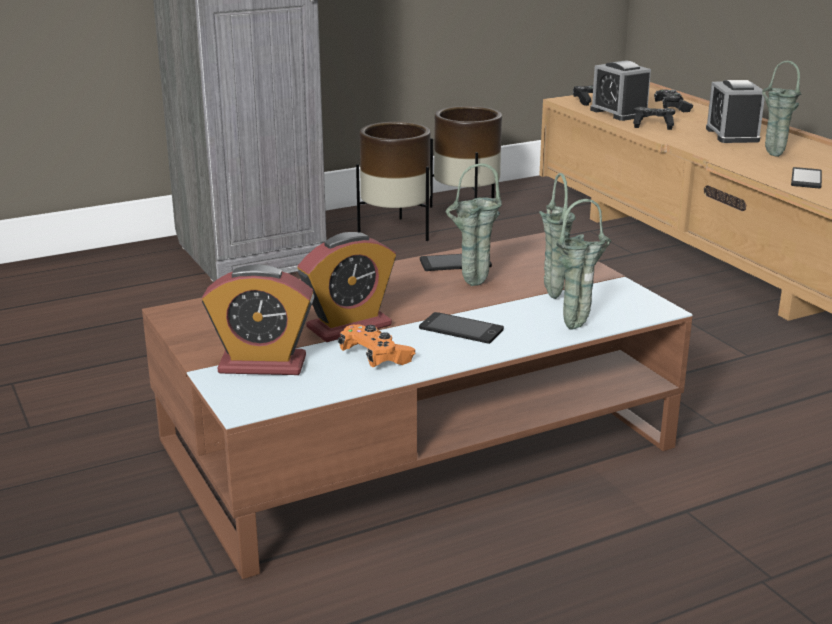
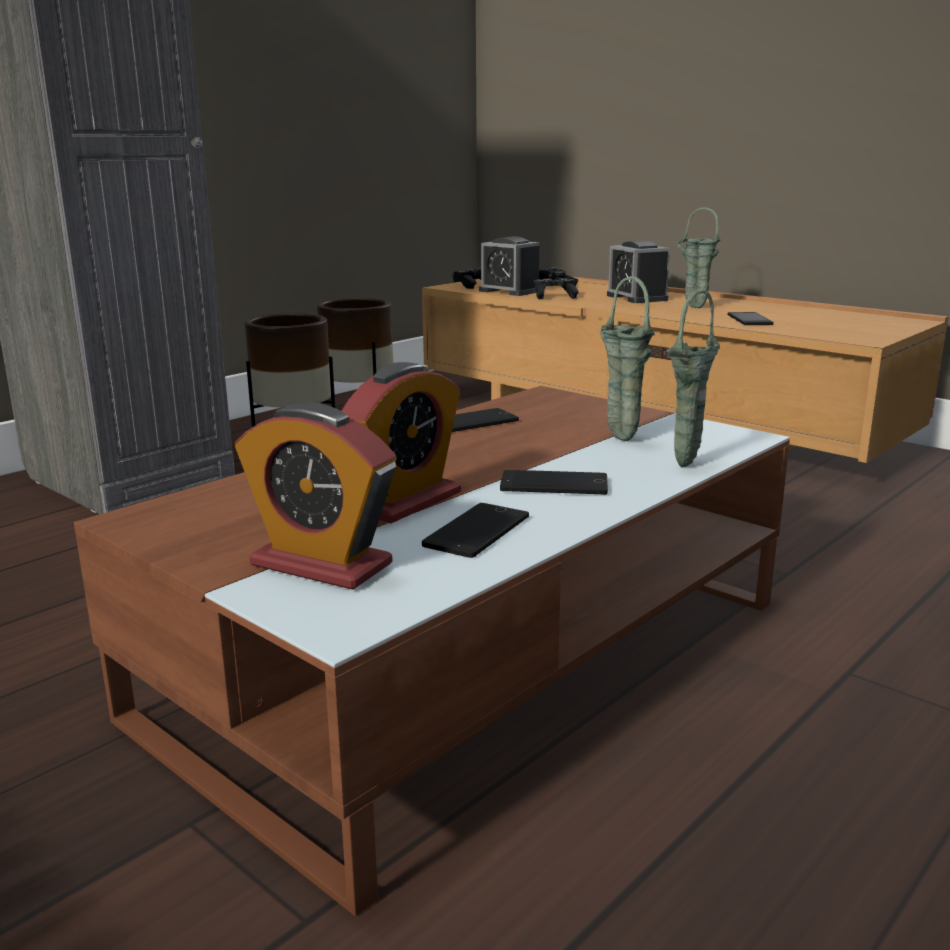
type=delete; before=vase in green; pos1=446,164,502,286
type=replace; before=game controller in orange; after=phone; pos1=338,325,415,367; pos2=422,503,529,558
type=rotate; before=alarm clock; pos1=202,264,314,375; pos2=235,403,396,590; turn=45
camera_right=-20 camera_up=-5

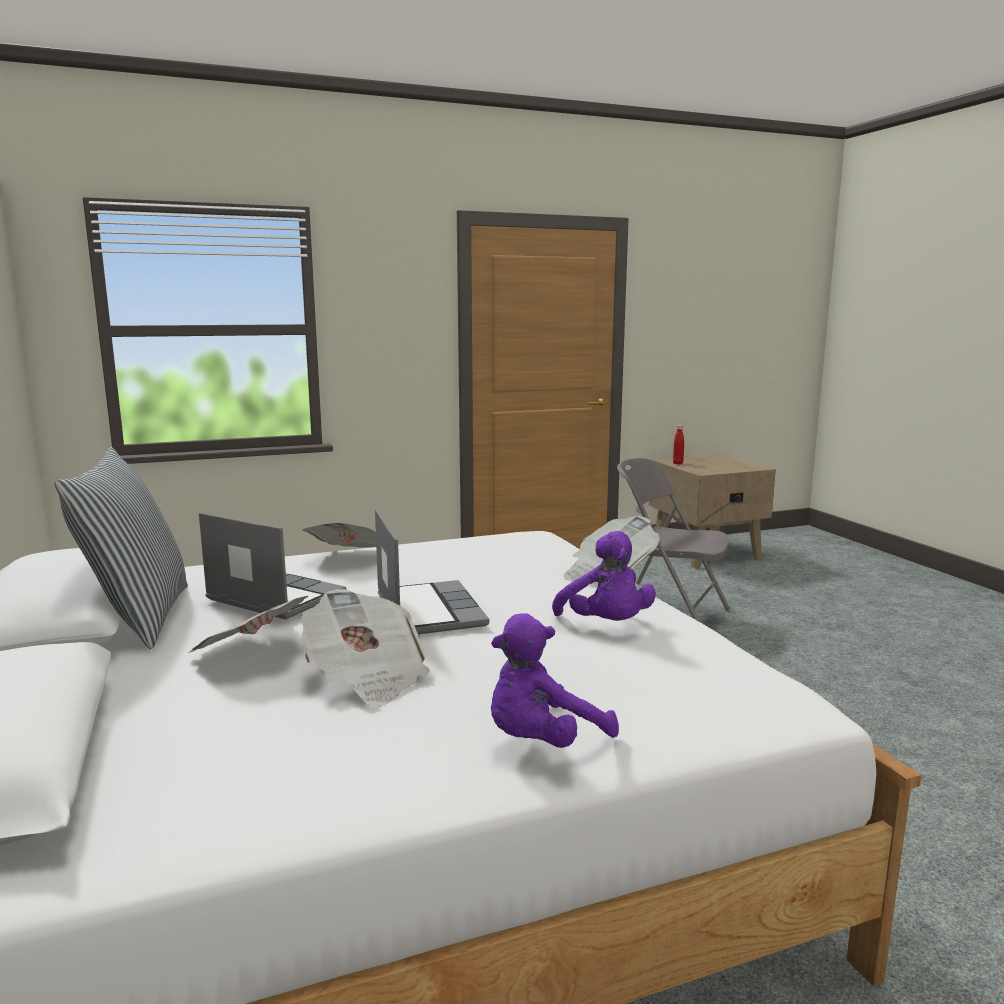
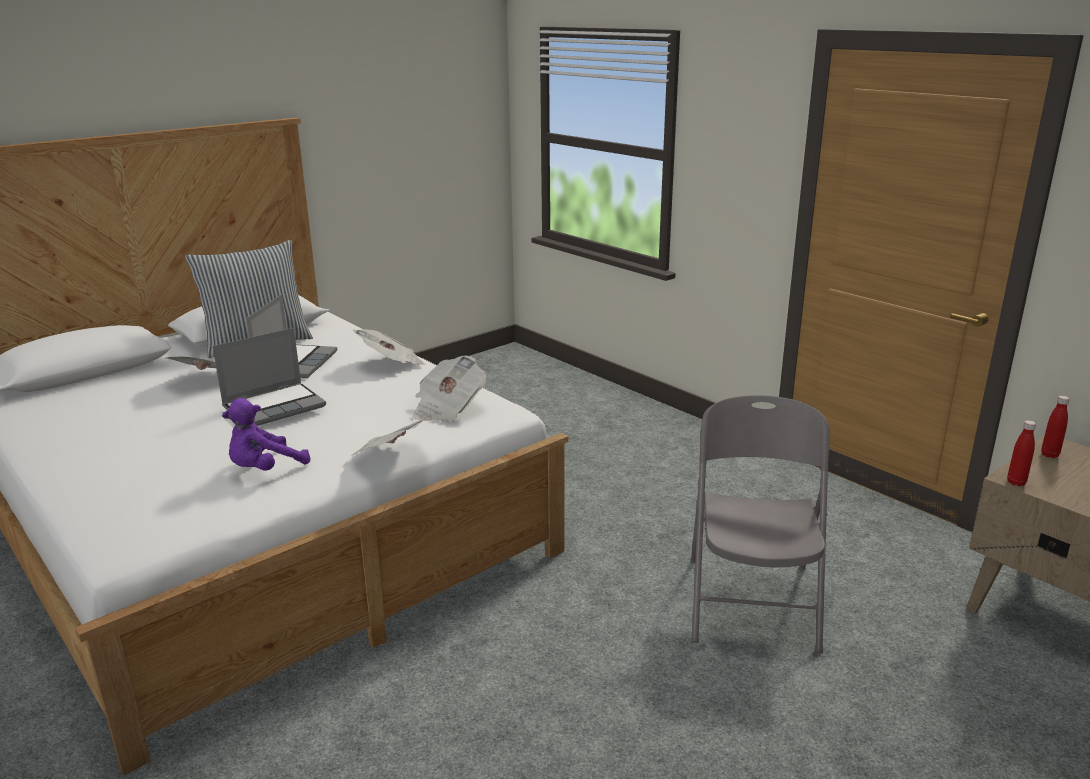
type=delete; before=plush toy in purple; pos1=491,613,619,748
type=insert; after=bottle in red; pos2=1007,420,1036,486
type=move; before=newspaper; pos1=301,589,430,707; pos2=412,356,486,421
camera_right=70 camera_up=10

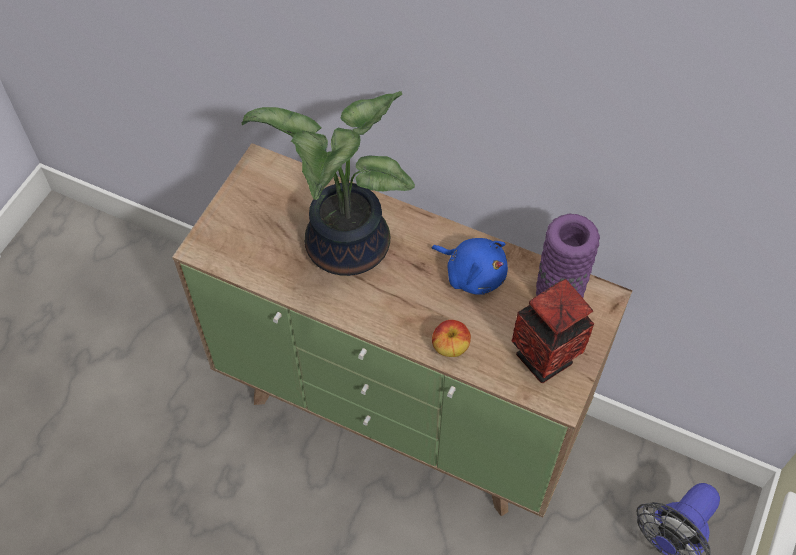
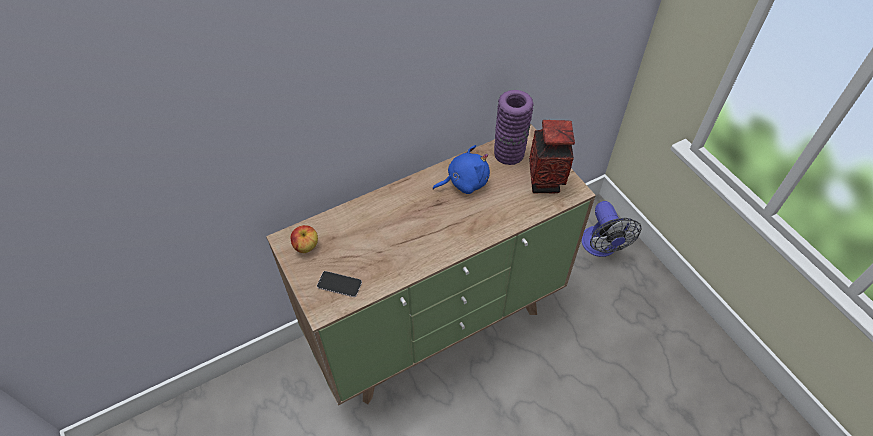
type=delete; before=potted plant; pos1=241,91,415,276
type=insert; after=phone; pos2=317,271,362,297
type=move; before=apple; pos1=432,320,471,357; pos2=290,225,318,253
camera_right=-55 camera_up=-5

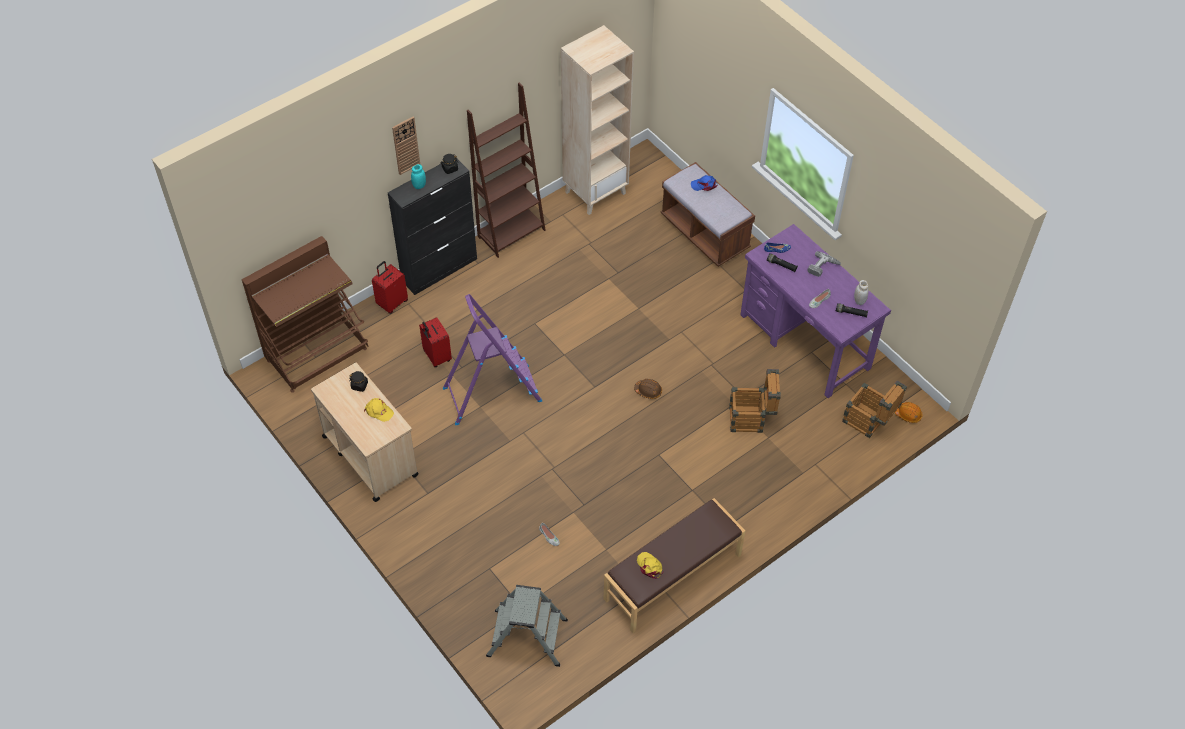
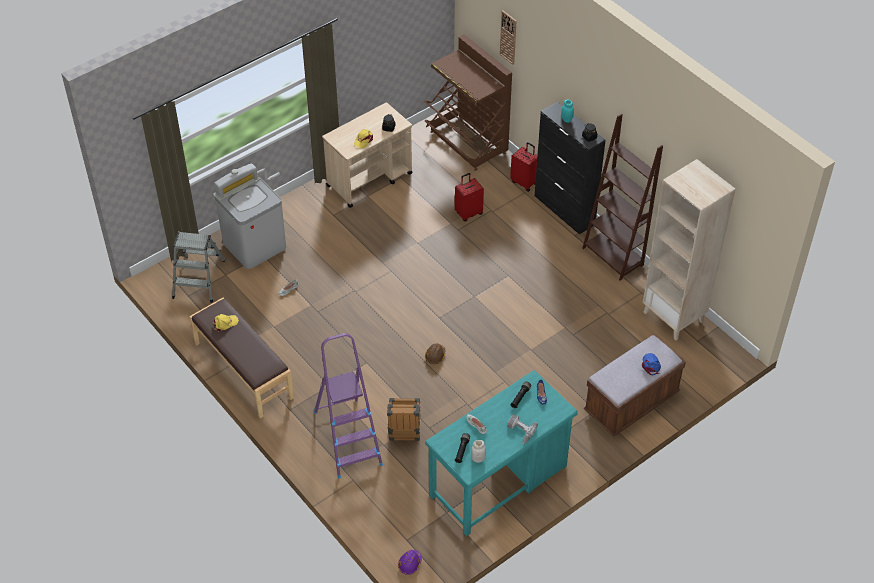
type=delete; before=crate; pos1=842,380,907,438
type=insert; after=washing machine in grey; pos2=213,163,286,269
type=move; before=wall clock; pos1=392,116,420,175; pos2=500,10,517,65
type=move; before=step ladder in purple; pos1=443,294,542,425; pos2=314,333,383,479
type=recolor; before=desk in purple; after=desk in turquoise; pos1=740,224,891,398; pos2=425,370,578,536
type=recolor; before=hard hat in orange; after=hard hat in purple; pos1=895,402,923,423; pos2=398,550,422,575
camera_right=90 camera_up=-5

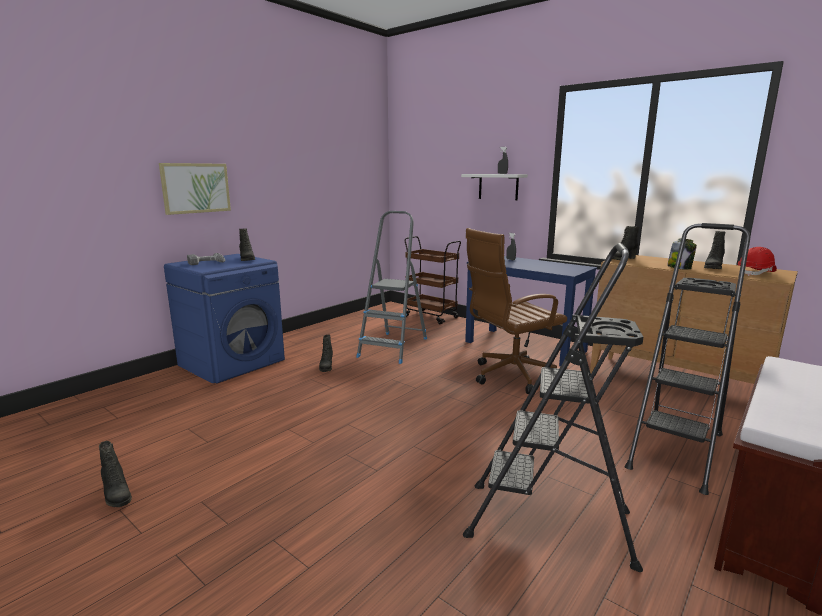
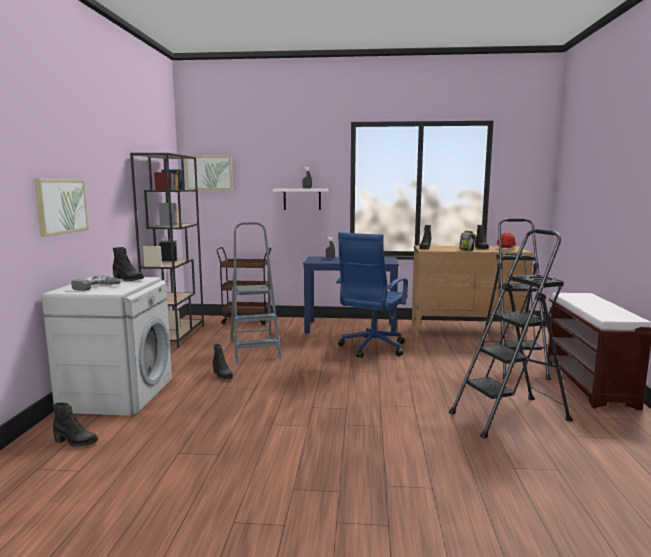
type=insert; after=bookcase; pos2=130,153,204,348
type=insert; after=picture; pos2=185,156,233,190
type=move; before=boot in black; pos1=99,441,132,507; pos2=53,402,98,447
type=recolor; before=washing machine in blue; after=washing machine in white; pos1=164,254,285,383; pos2=42,277,172,416
type=recolor; before=office chair in brown; after=office chair in blue; pos1=466,228,567,394; pos2=336,232,408,358
camera_right=-35 camera_up=-5

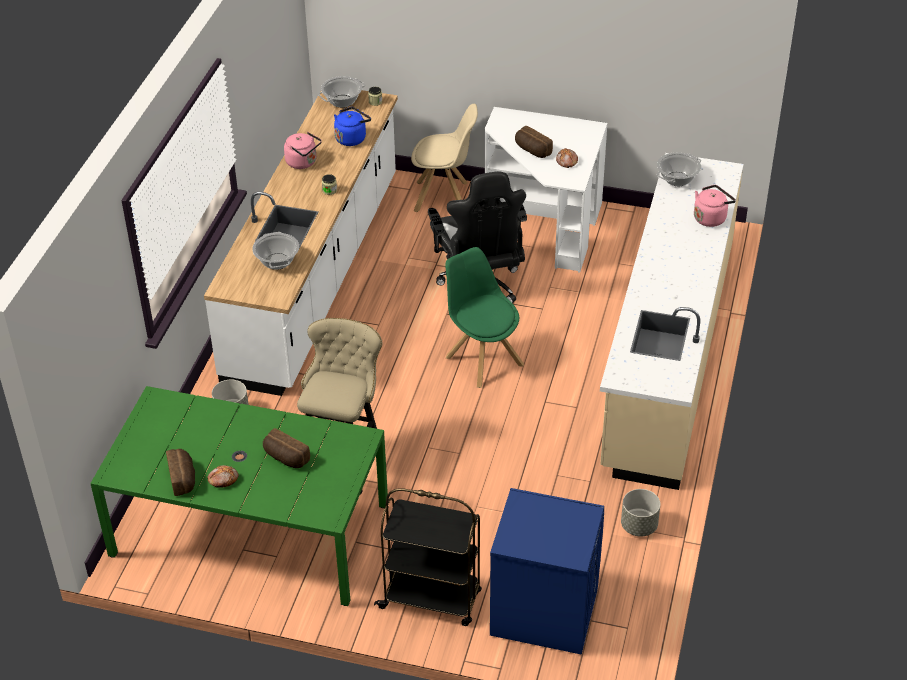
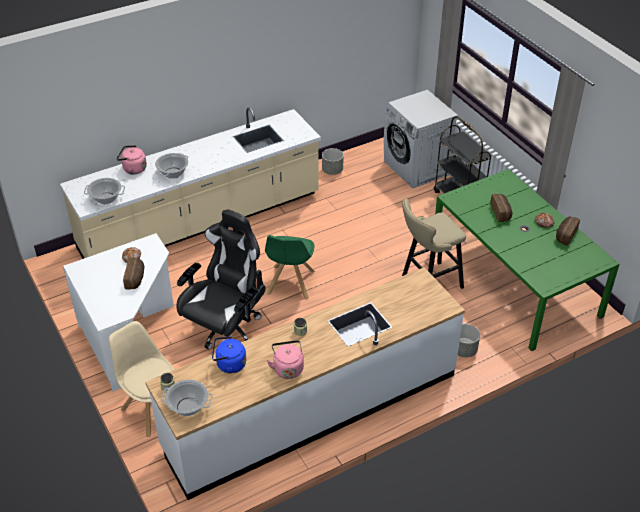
type=move; before=cooking pot; pos1=252,232,299,270; pos2=155,153,188,179
type=recolor; before=washing machine in blue; after=washing machine in white; pos1=490,488,604,655; pos2=384,90,458,188
camera_right=-135 camera_up=0

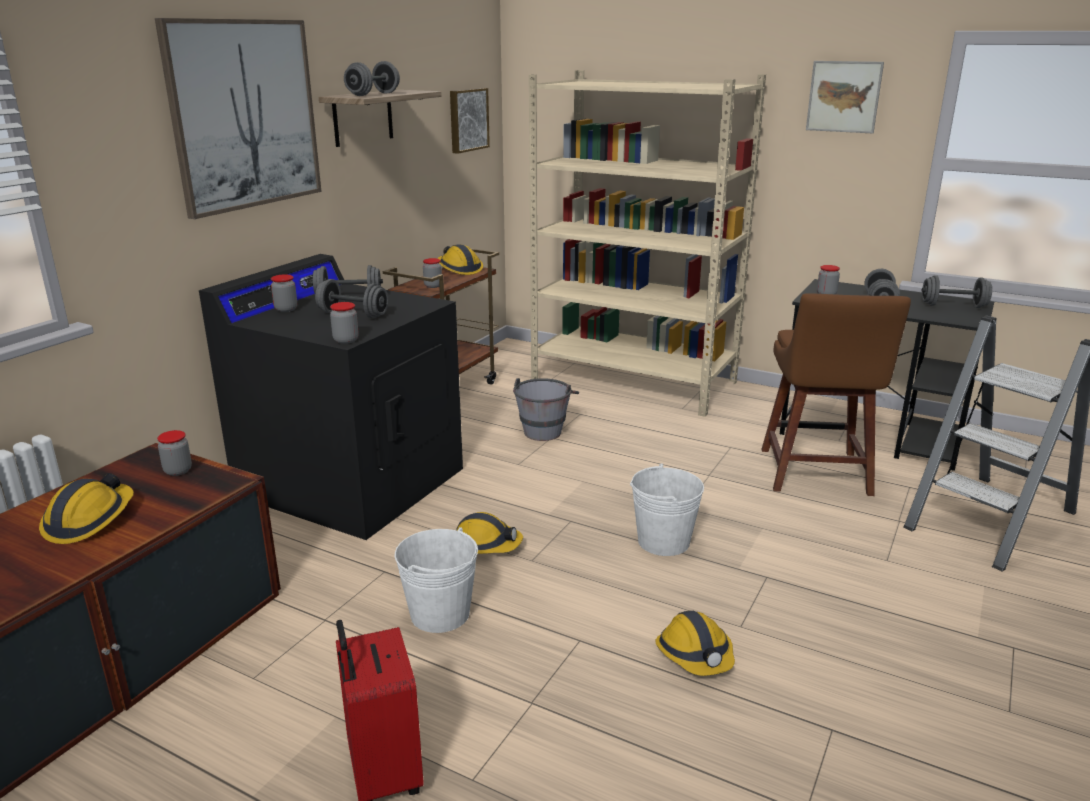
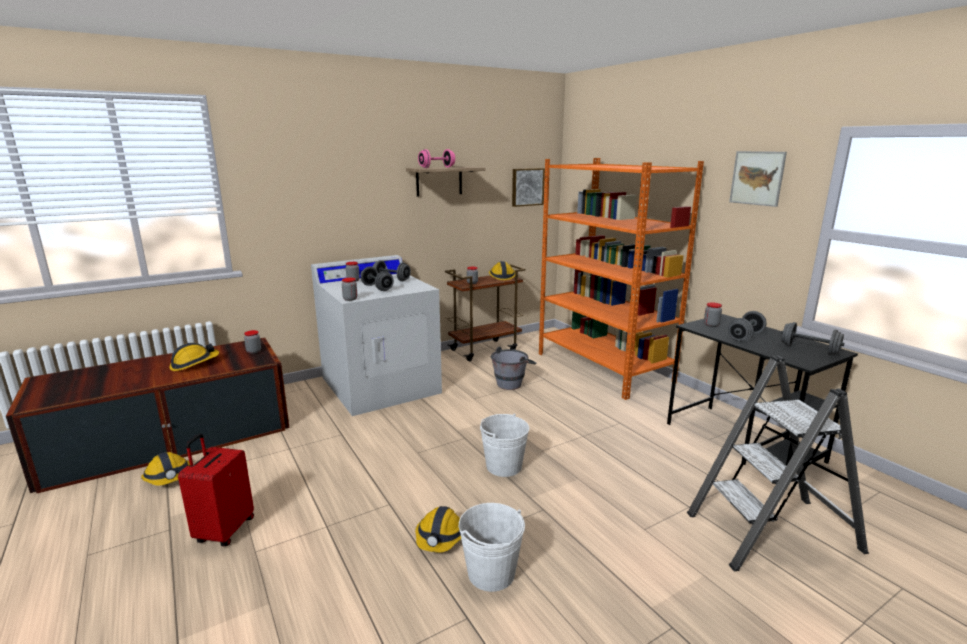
type=delete; before=picture; pos1=155,18,322,219
type=delete; before=stool in brown; pos1=761,293,911,496
type=move; before=bucket in white; pos1=395,527,478,633; pos2=459,503,525,592
type=move; before=hard hat; pos1=456,512,523,554; pos2=141,452,190,486
type=recolor; before=washing machine in black; after=washing machine in white; pos1=199,254,463,540; pos2=311,255,442,416
type=recolor; before=dumbbell in grey; after=dumbbell in pink; pos1=344,61,400,96; pos2=418,149,455,168
type=recolor; before=bookcase in beige; after=bookcase in orange; pos1=529,70,766,417; pos2=539,158,704,400
camera_right=30 camera_up=-5

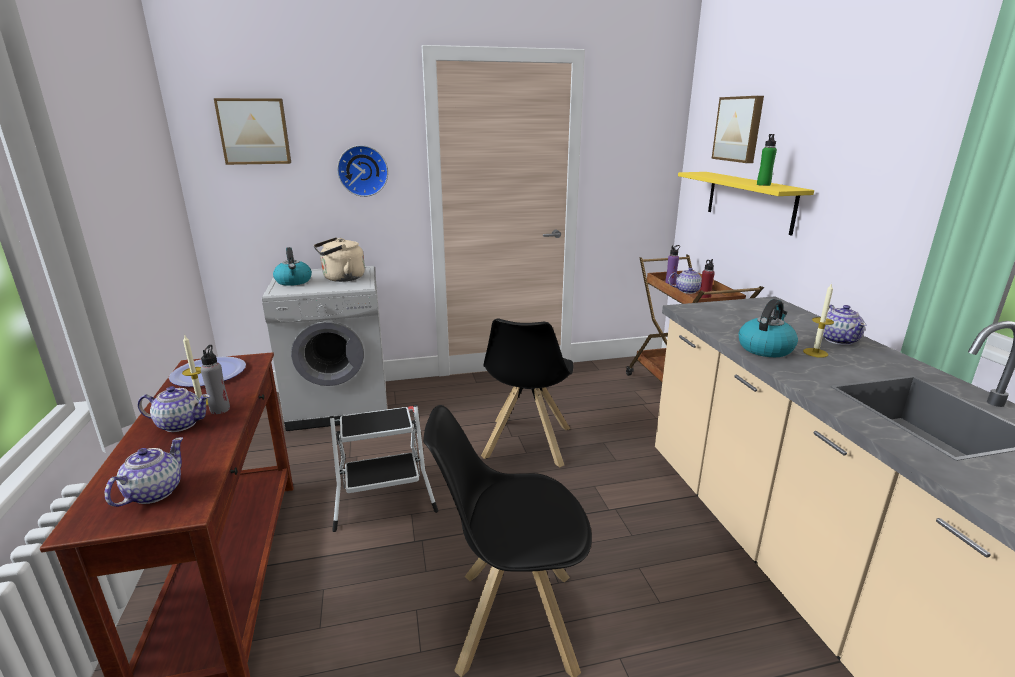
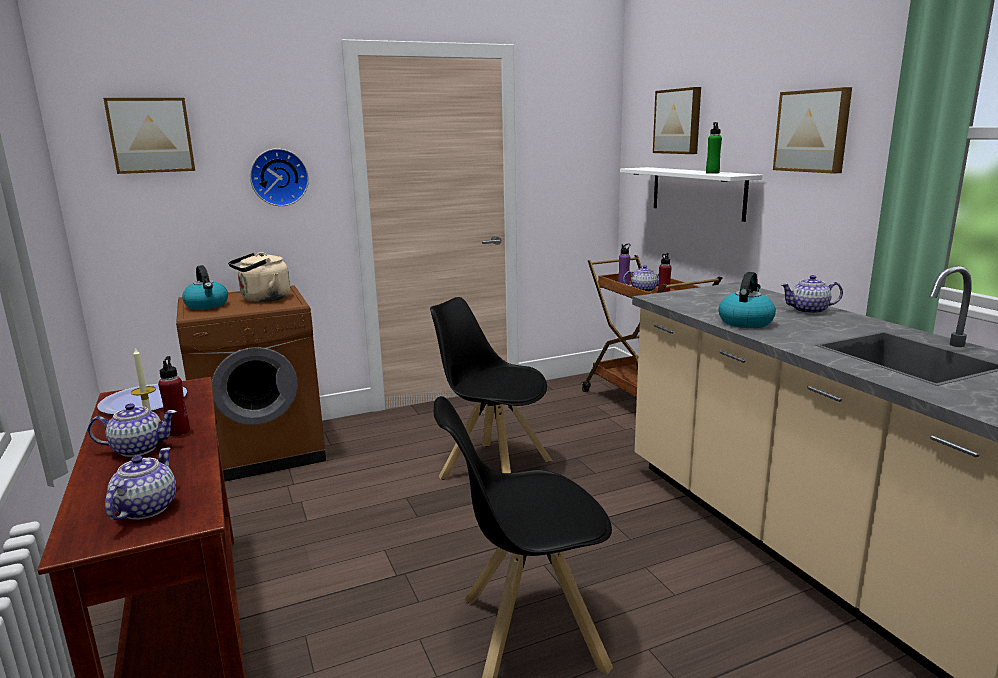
type=delete; before=step ladder; pos1=330,405,438,532
type=delete; before=candle; pos1=803,283,834,358
type=insert; after=picture; pos2=773,87,852,174
type=recolor; before=bottle in grey; after=bottle in red; pos1=200,345,230,414; pos2=158,356,190,436
type=recolor; before=washing machine in white; after=washing machine in brown; pos1=262,266,387,431; pos2=176,285,326,481
type=recolor; before=shelf in yellow; after=shelf in white; pos1=678,172,814,235; pos2=620,167,763,222
type=rotate; before=chair in black; pos1=481,319,573,467; pos2=430,297,552,480; turn=120
type=rotate; before=teapot; pos1=823,305,866,345; pos2=780,275,843,314; turn=105
camera_right=-10 camera_up=-5

